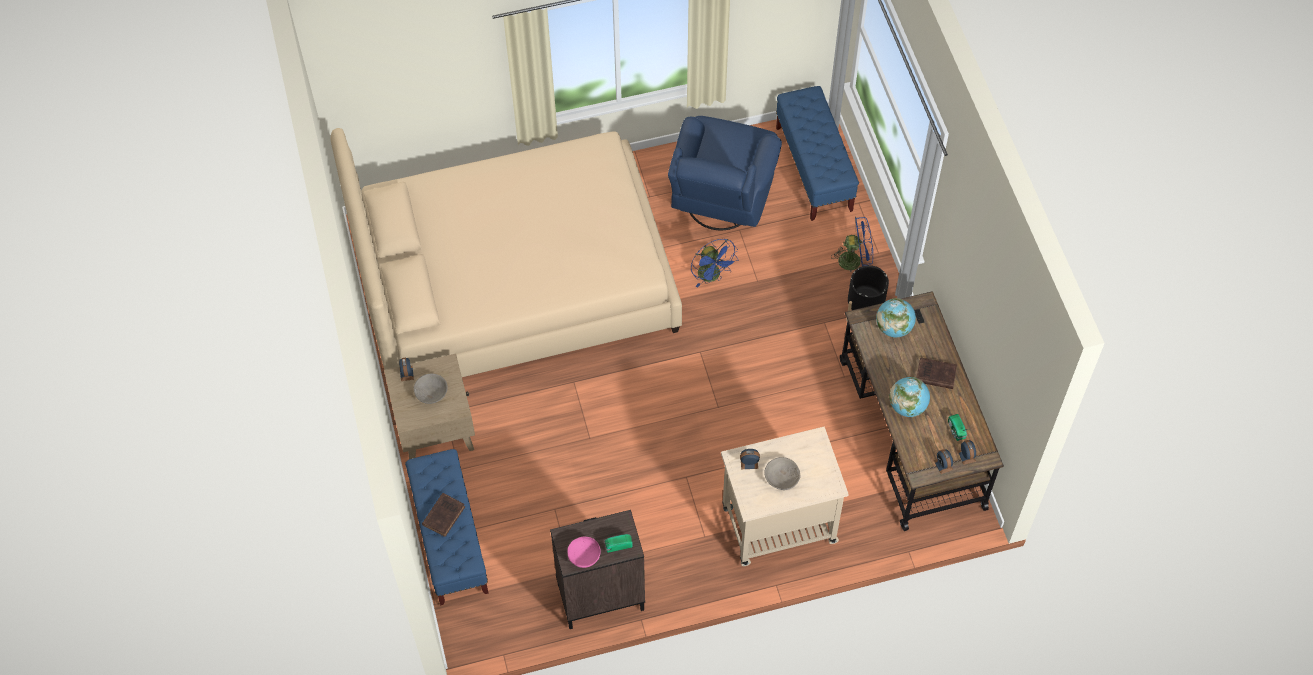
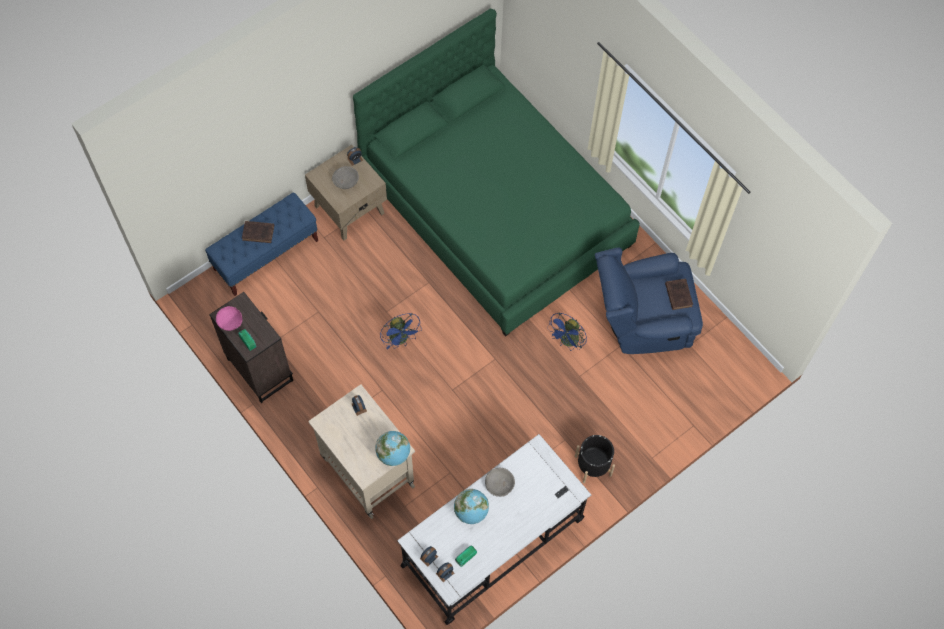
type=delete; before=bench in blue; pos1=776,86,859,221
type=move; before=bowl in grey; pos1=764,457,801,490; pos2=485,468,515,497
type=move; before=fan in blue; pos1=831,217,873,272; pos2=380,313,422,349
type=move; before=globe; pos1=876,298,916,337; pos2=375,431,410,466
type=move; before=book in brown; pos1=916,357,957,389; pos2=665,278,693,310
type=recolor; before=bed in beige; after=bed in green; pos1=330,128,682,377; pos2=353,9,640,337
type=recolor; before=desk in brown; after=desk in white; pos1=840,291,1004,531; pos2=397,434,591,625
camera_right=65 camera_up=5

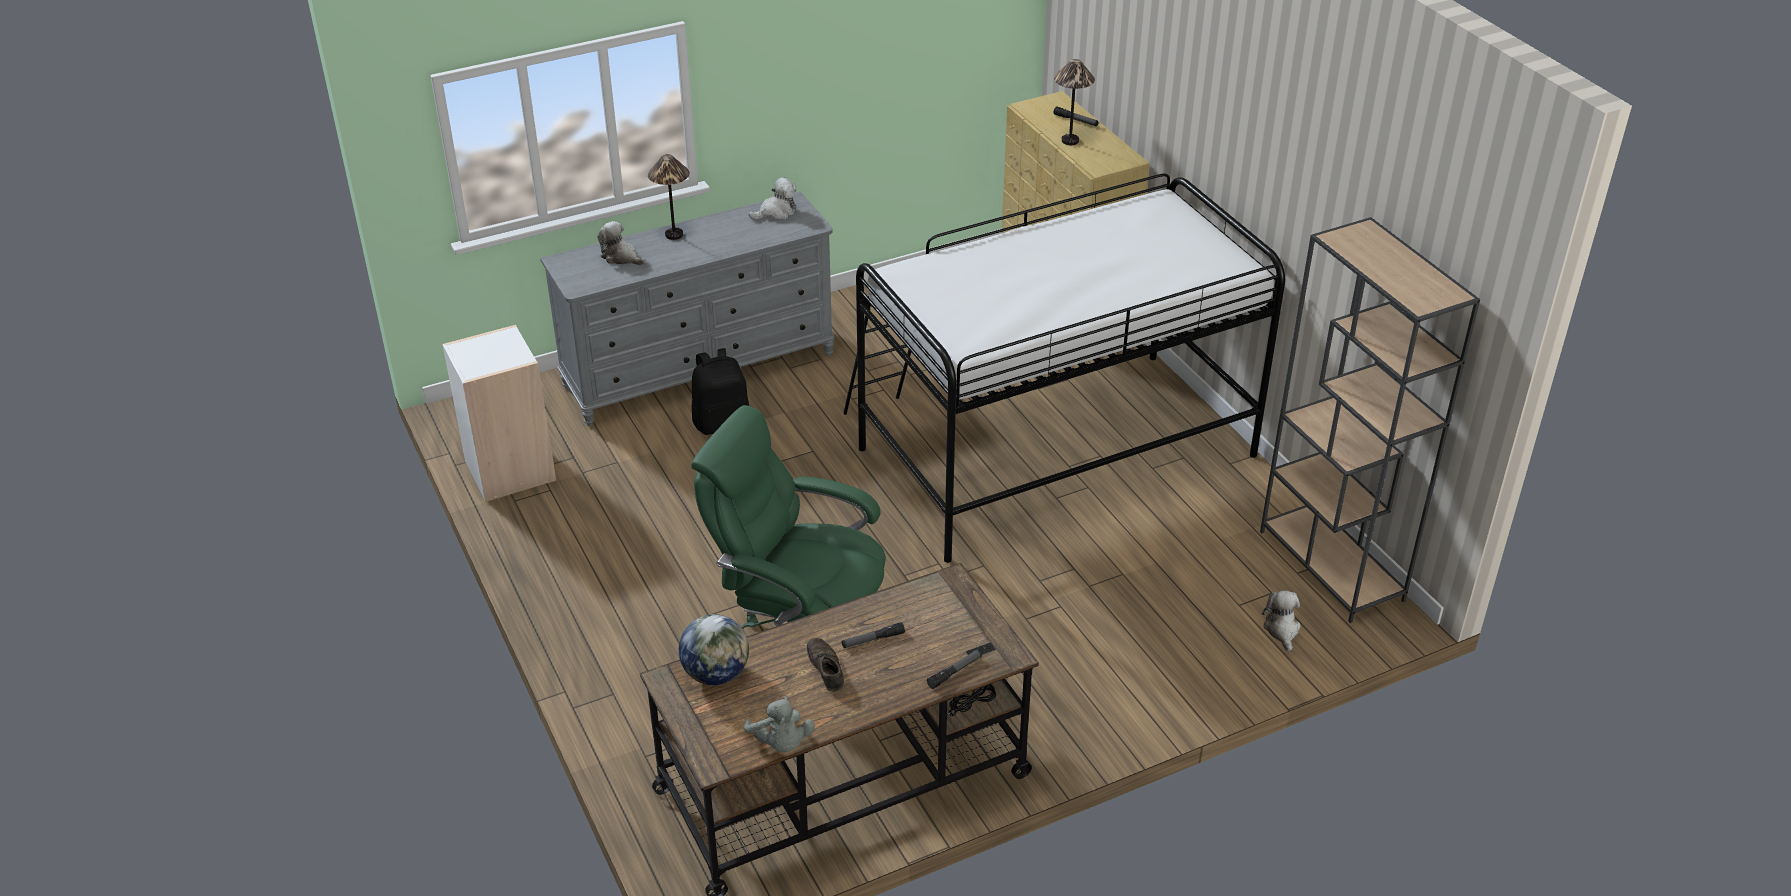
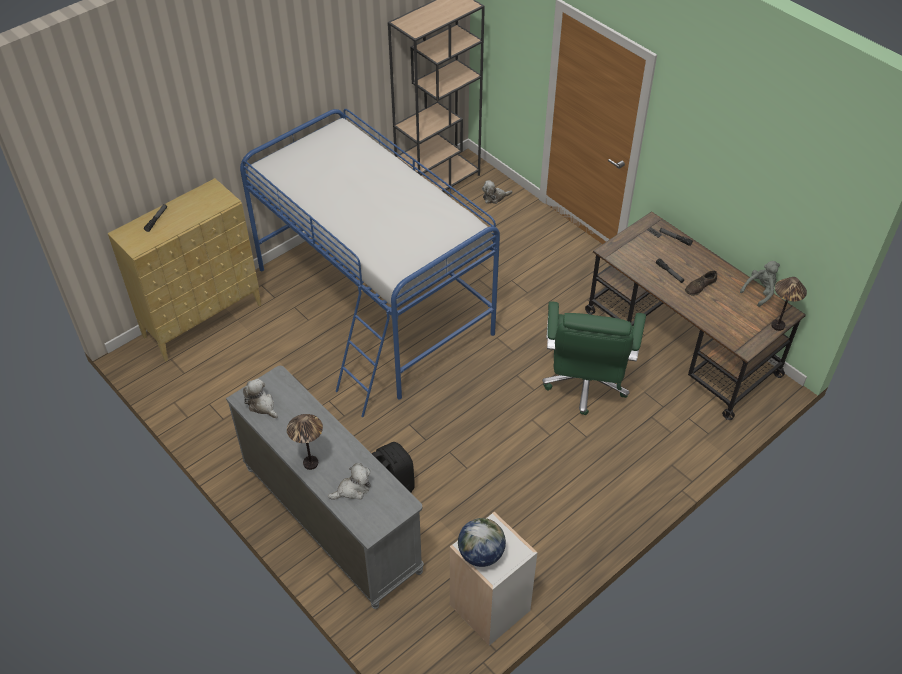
type=move; before=globe; pos1=679,614,749,685; pos2=458,518,506,567
type=move; before=table lamp; pos1=1054,59,1095,145; pos2=771,277,807,331
type=recolor; before=bed in black; after=bed in blue; pos1=844,174,1285,563; pos2=240,109,500,417
type=rotate; before=plush toy; pos1=597,221,646,265; pos2=328,463,371,500; turn=-135
camera_right=-105 camera_up=10

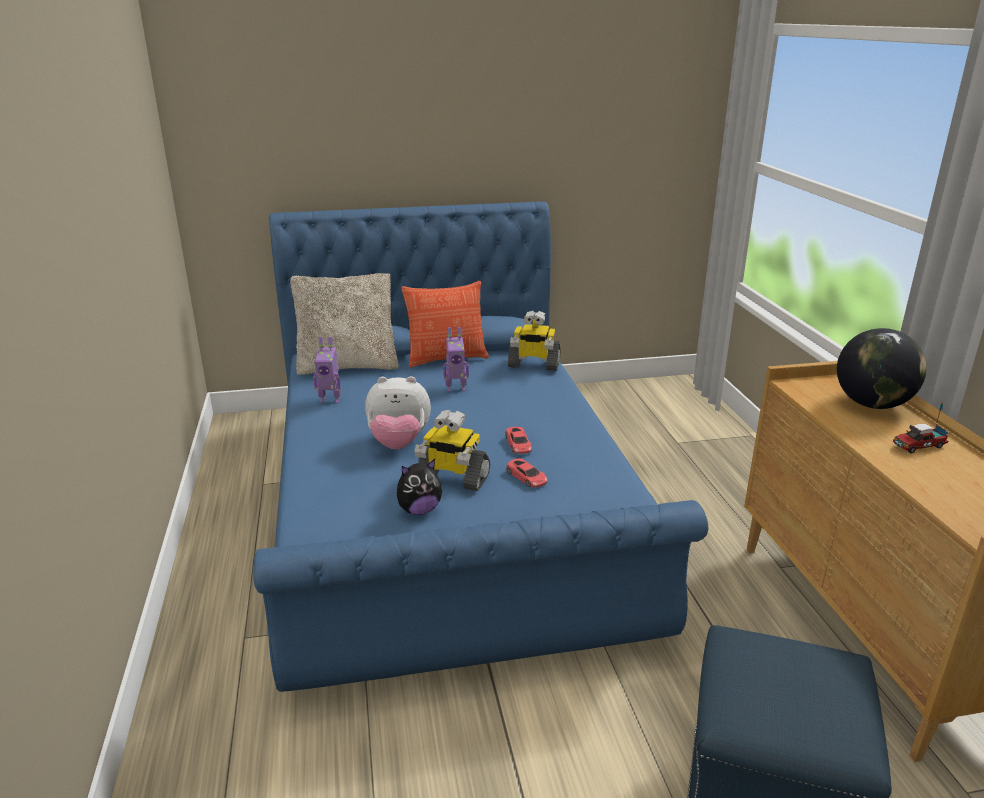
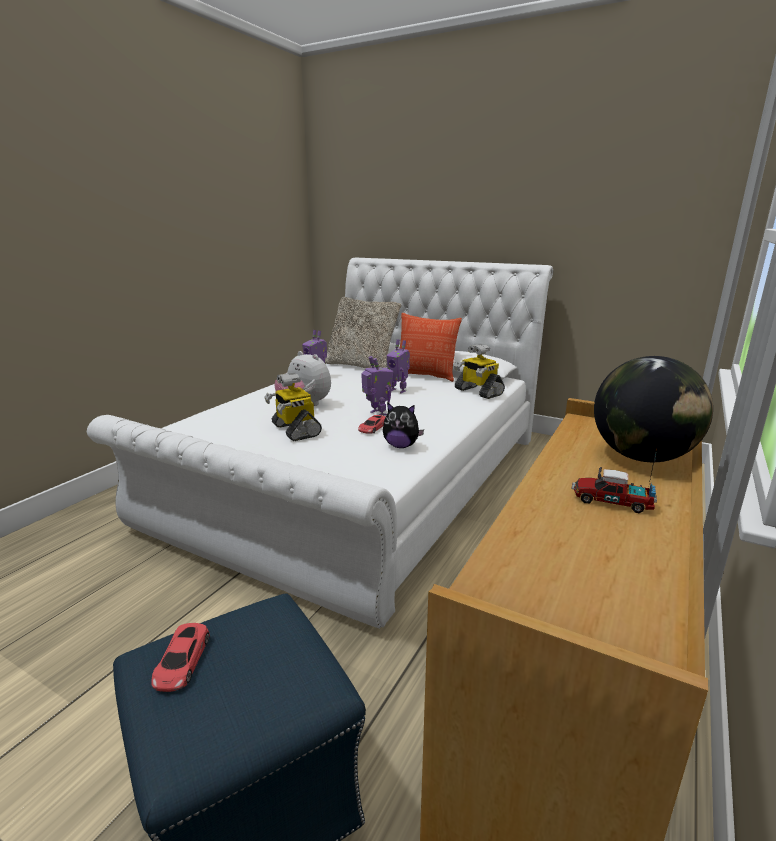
type=insert; after=toy robot; pos2=361,356,393,415
type=move; before=plush toy; pos1=397,459,442,515; pos2=383,402,424,448
type=move; before=toy car in red; pos1=506,458,548,487; pos2=151,623,210,692
type=recolor; before=bed in blue; after=bed in white; pos1=254,201,708,692; pos2=87,258,553,629
camera_right=40 camera_up=-5

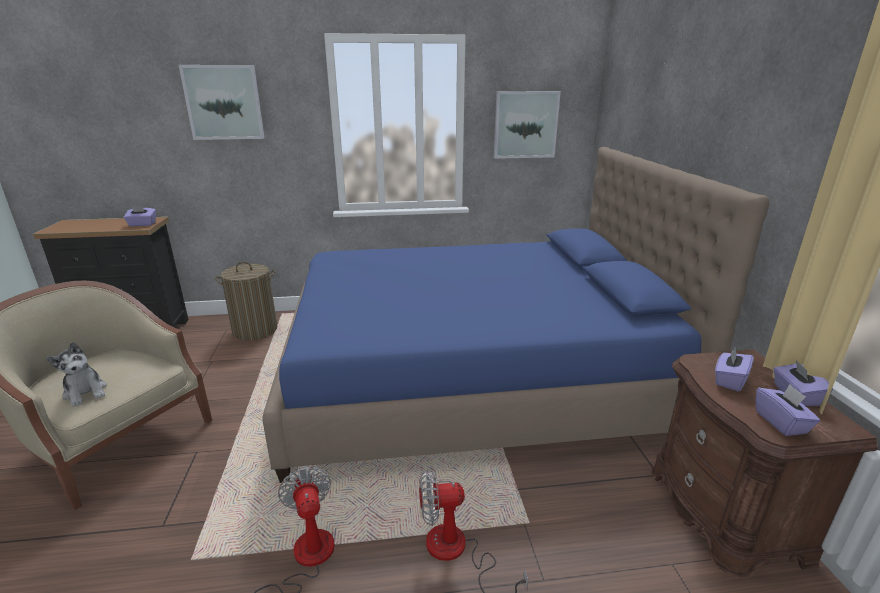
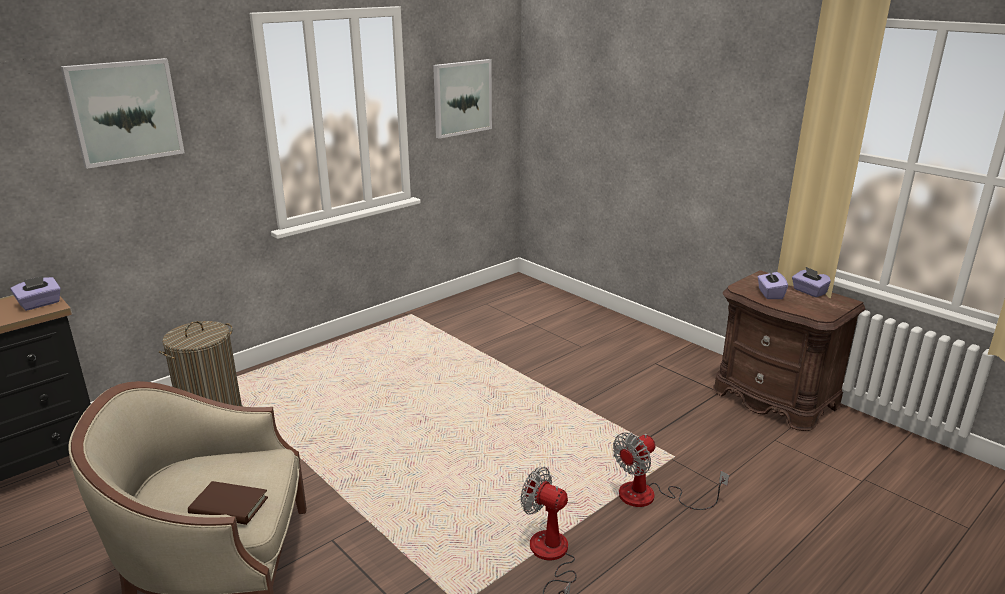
type=delete; before=bed in blue; pos1=262,147,770,483
type=delete; before=tissue box in purple; pos1=756,384,820,436
type=replace; before=plush toy; after=book in brown; pos1=46,342,107,407; pos2=188,481,268,525
camera_right=-35 camera_up=0

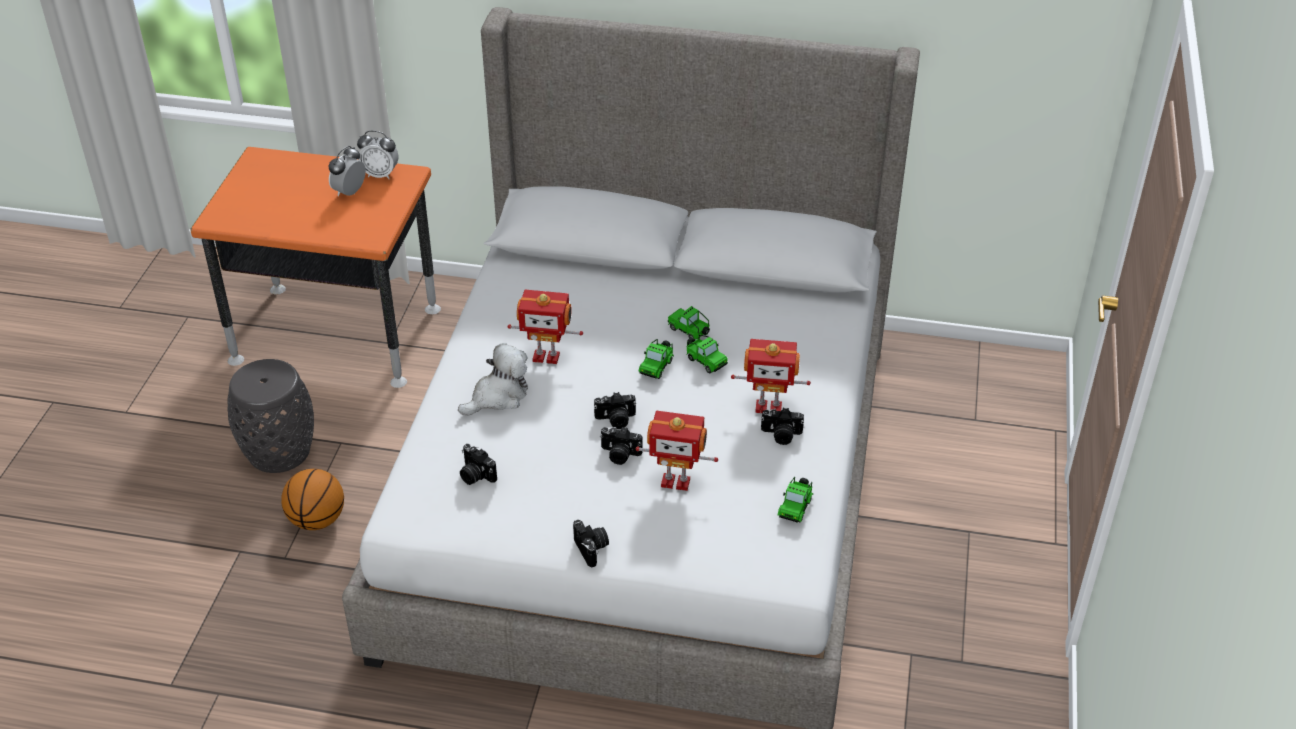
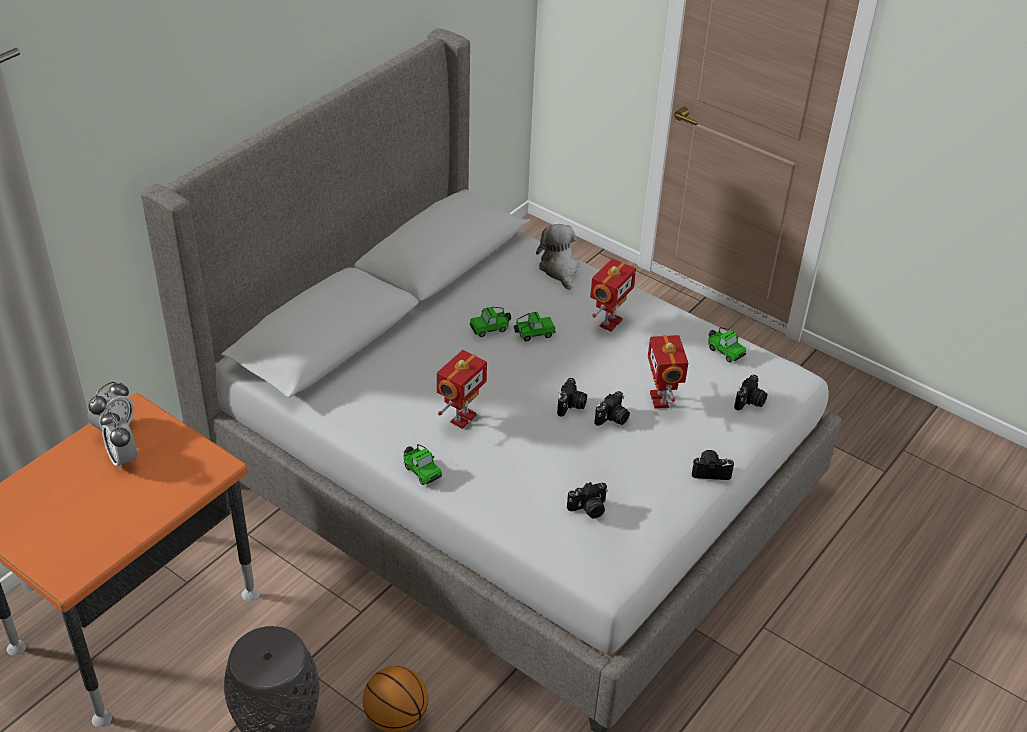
type=move; before=plush toy; pos1=458,343,528,415; pos2=536,224,580,290
type=move; before=toy car; pos1=638,339,674,379; pos2=403,444,442,485
type=move; before=photo camera; pos1=761,408,804,445; pos2=734,375,768,411
type=rotate; before=toy robot; pos1=636,411,718,491; pos2=648,335,688,409; turn=135
camera_right=-65 camera_up=0

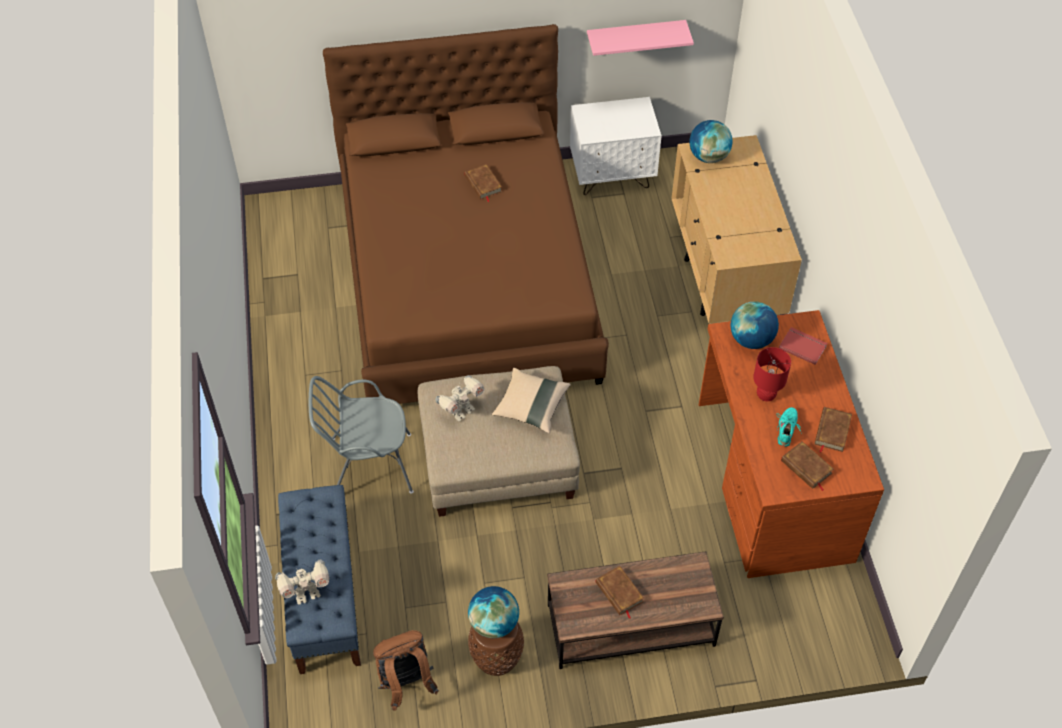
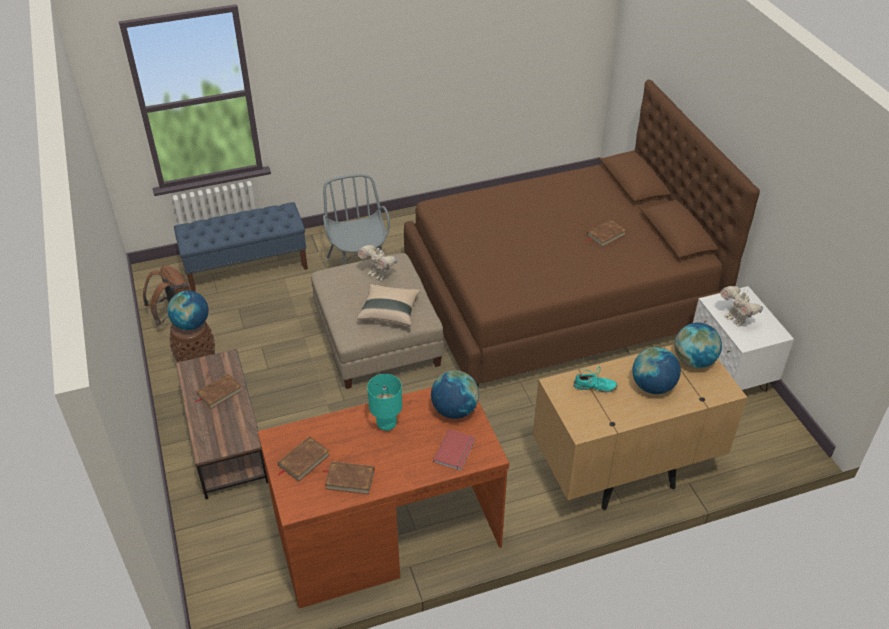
type=delete; before=shelf in pink; pos1=587,20,694,56
type=insert; after=globe; pos2=632,347,681,394
type=move; before=toy robot; pos1=275,560,329,605; pos2=720,286,763,327
type=move; before=shoe in turquoise; pos1=776,407,801,447; pos2=573,367,617,393
type=recolor; before=table lamp in red; after=table lamp in turquoise; pos1=753,347,791,401; pos2=367,374,402,431
camera_right=80 camera_up=-10

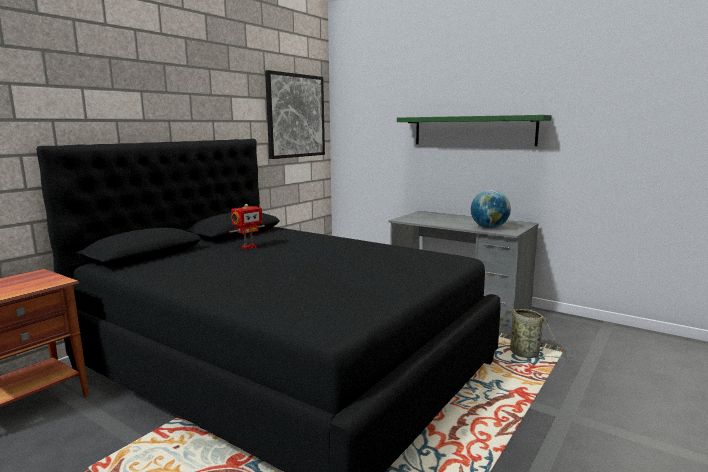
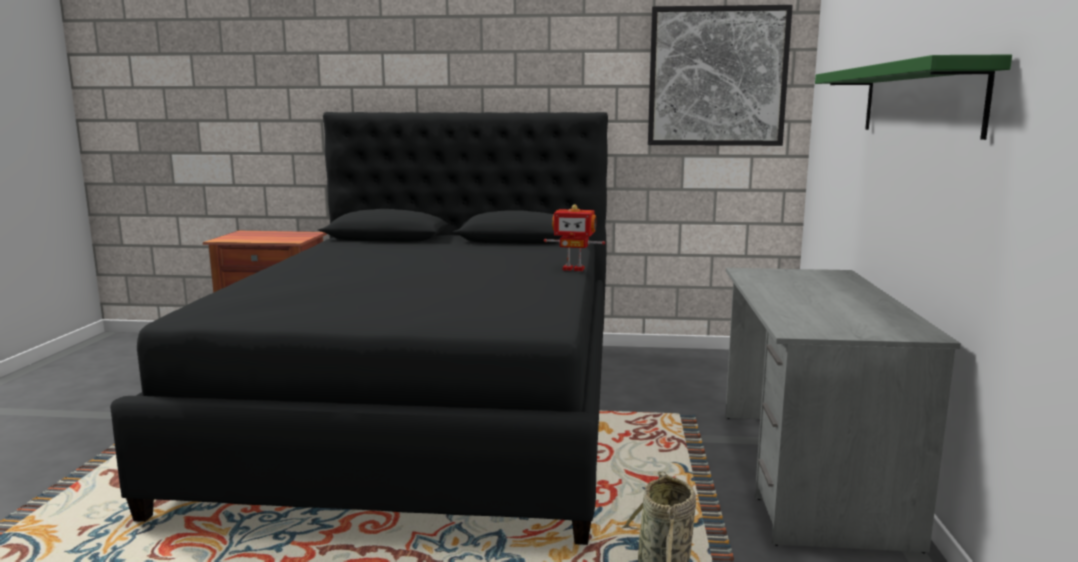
type=delete; before=globe; pos1=471,190,511,229
type=move; before=toy robot; pos1=229,204,265,250; pos2=544,204,605,271
camera_right=60 camera_up=0

